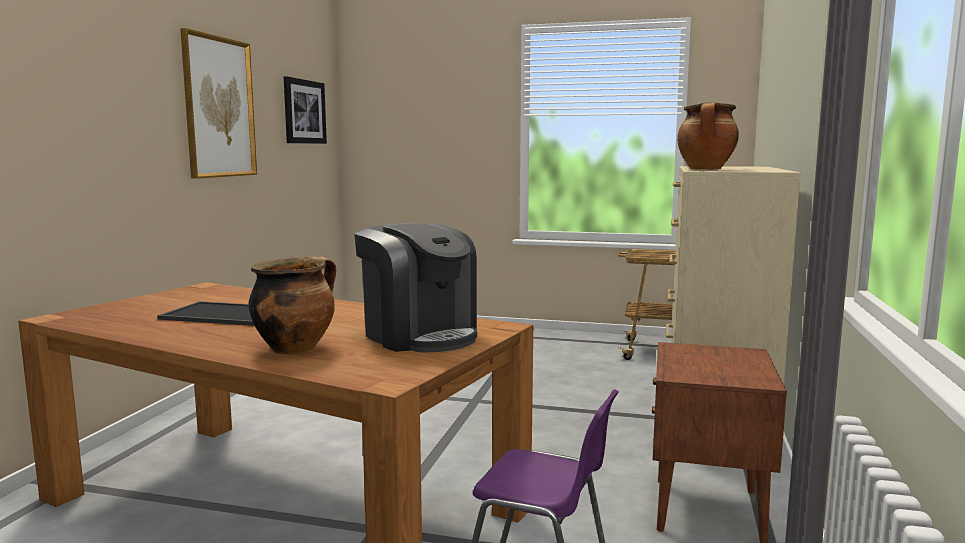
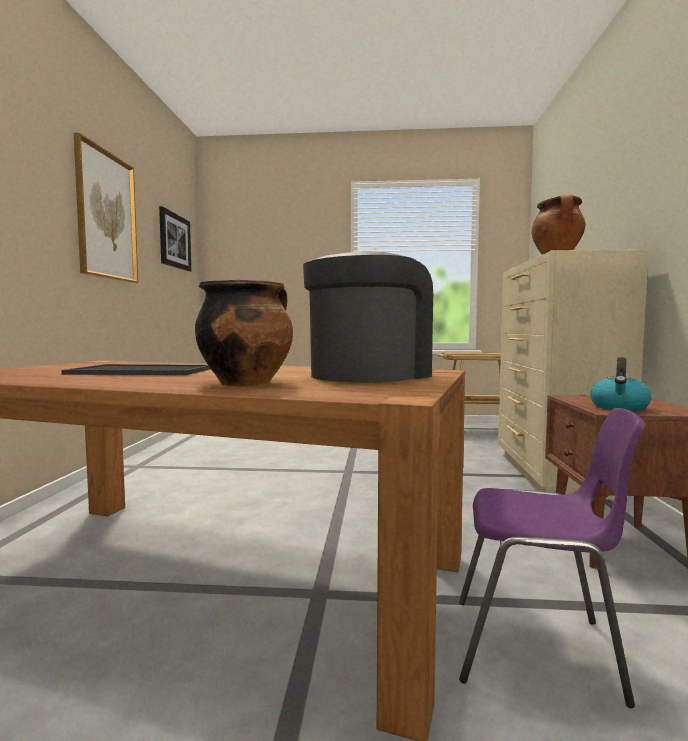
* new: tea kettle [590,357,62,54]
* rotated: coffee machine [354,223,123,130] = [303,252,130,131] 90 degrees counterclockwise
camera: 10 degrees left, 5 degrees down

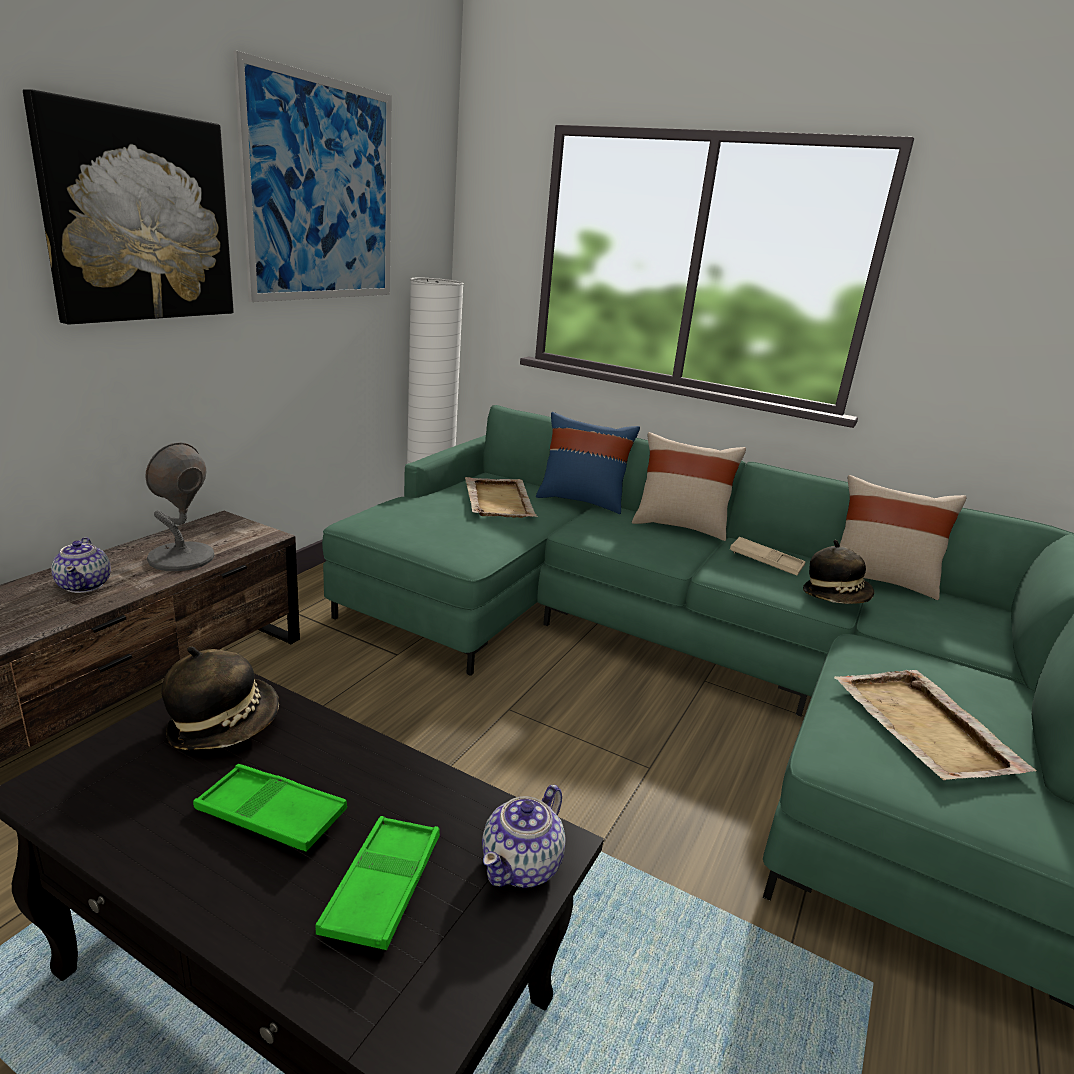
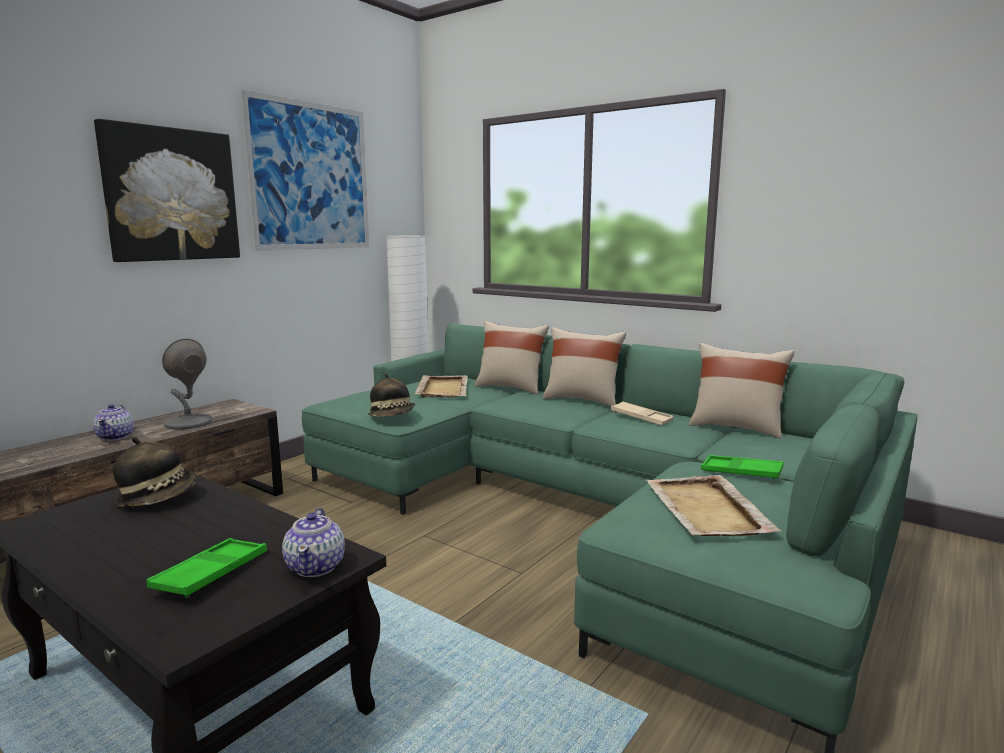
* shifted: greenish tray [193,764,154,88] to [701,455,83,24]
* shifted: clothing hat [803,540,71,64] to [368,373,47,44]
* repainted: blue throw pillow [536,412,104,102] to sand-coloured throw pillow [475,321,74,73]
* rotated: tea pot [482,785,84,103] = [282,508,63,69] 45 degrees counterclockwise
camera: 10 degrees right, 10 degrees down

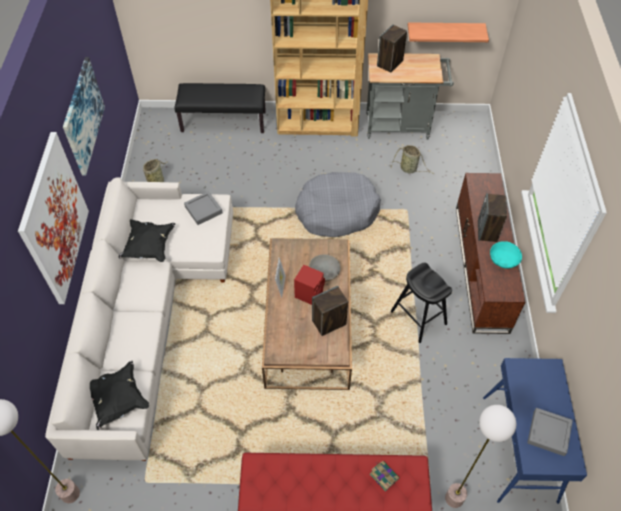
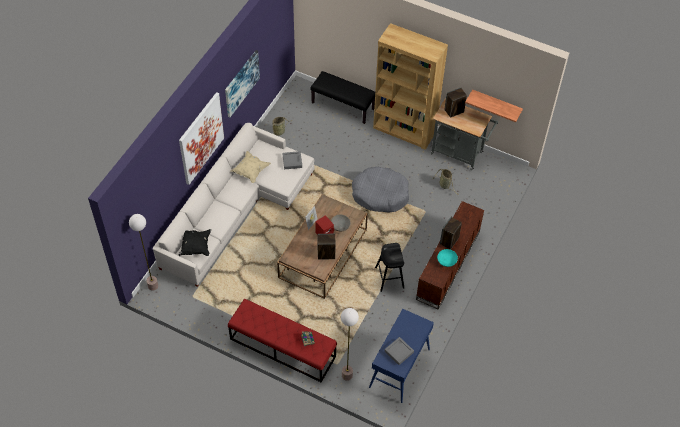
* repainted: blackish throw pillow [118,219,58,43] to sand-coloured throw pillow [230,151,41,32]
camera: 25 degrees right, 0 degrees up

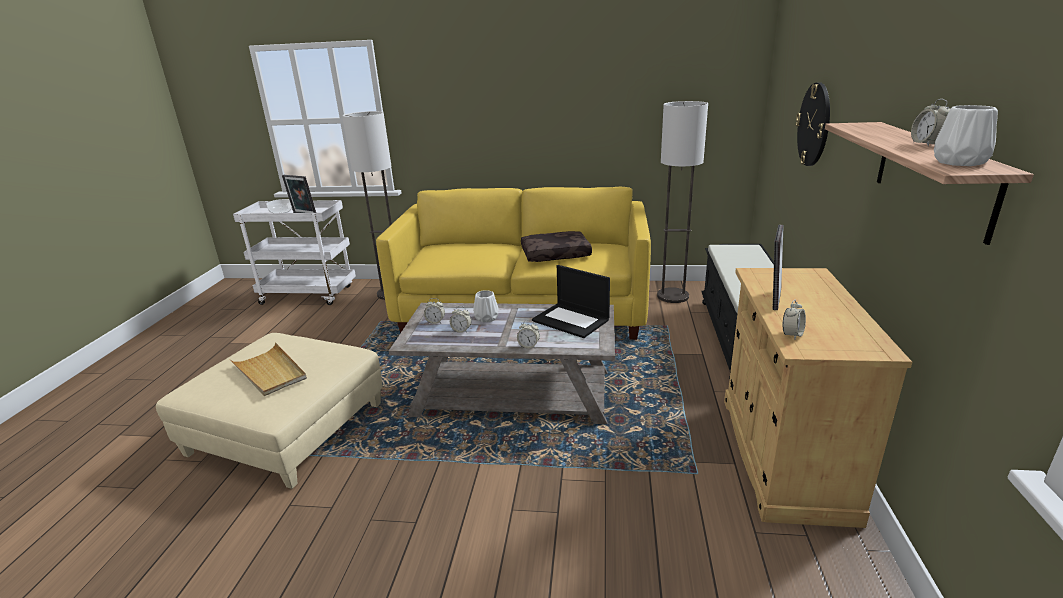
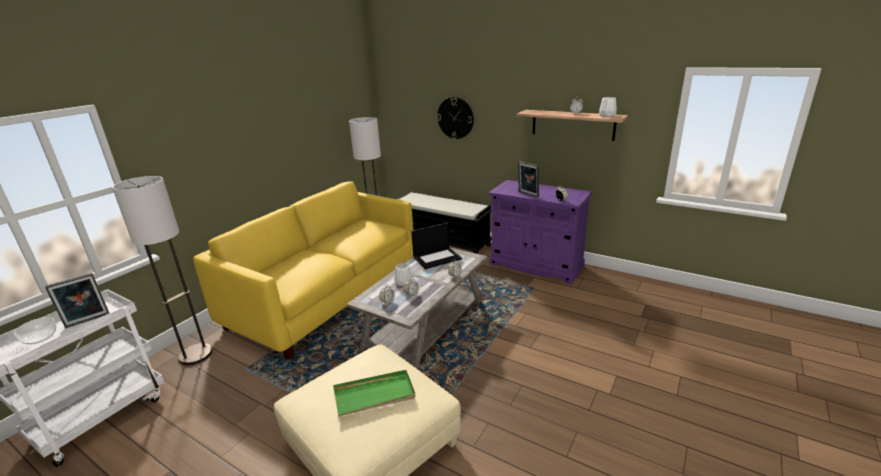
* gone: brown throw pillow [521,231,71,31]
* repainted: sand-coloured tray [229,342,78,54] to greenish tray [333,370,83,47]
* repainted: sand-coloured cupboard [724,268,188,260] to purplish cupboard [488,180,104,104]
camera: 65 degrees left, 0 degrees up

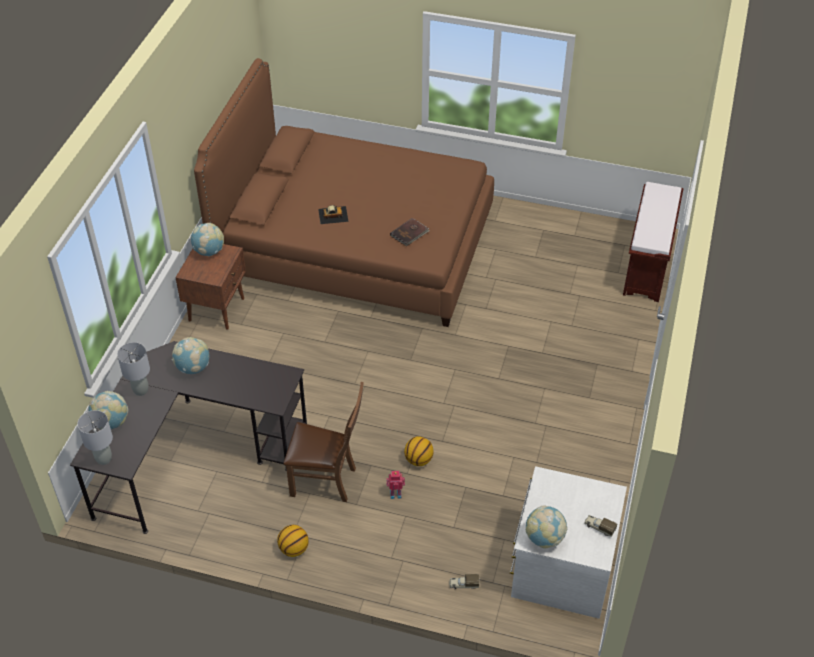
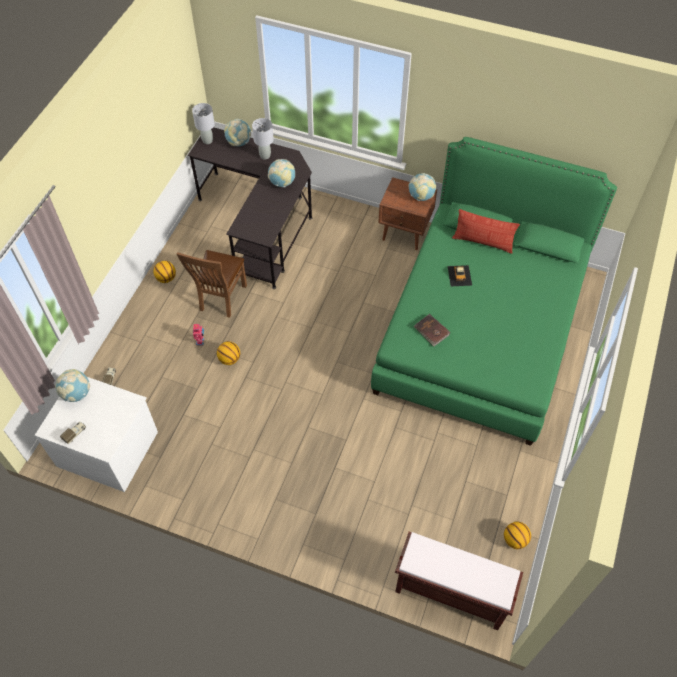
* new: throw pillow [452,209,68,45]
* new: basketball ball [504,522,27,27]
* repainted: brown bed [194,58,300,269] to greenish bed [371,137,246,309]
camera: 95 degrees right, 10 degrees up

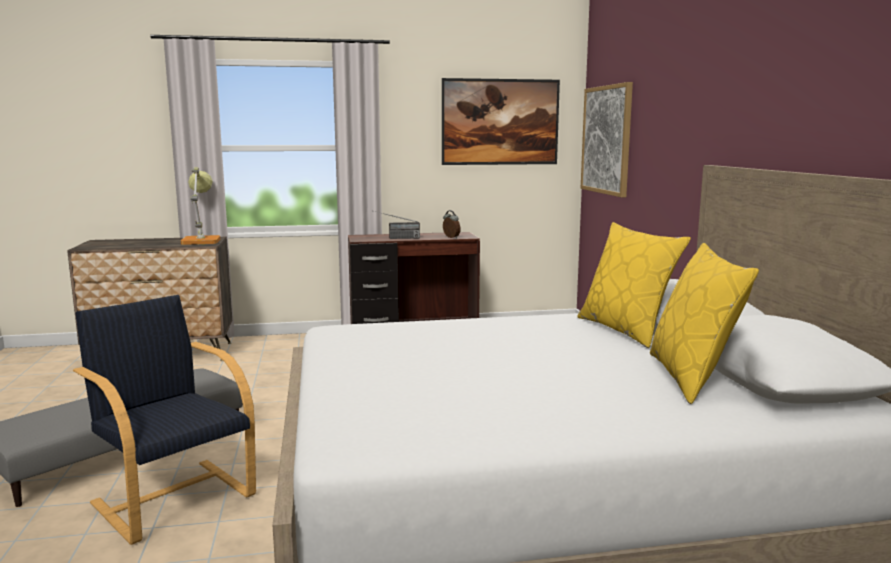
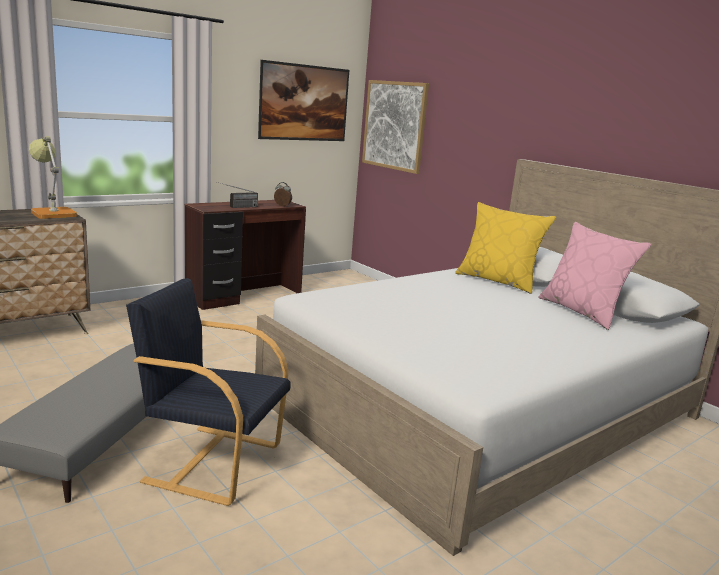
* repainted: yellow-coloured throw pillow [650,243,109,161] to pink throw pillow [539,222,112,108]
camera: 30 degrees left, 5 degrees up

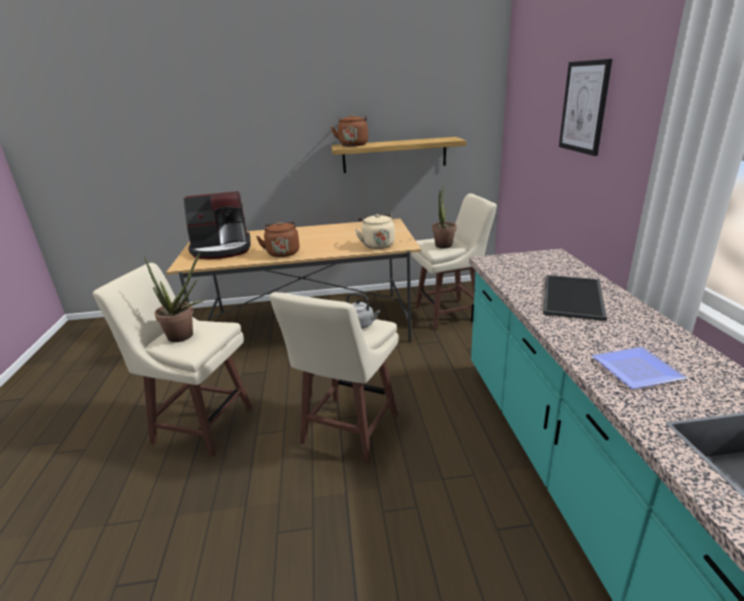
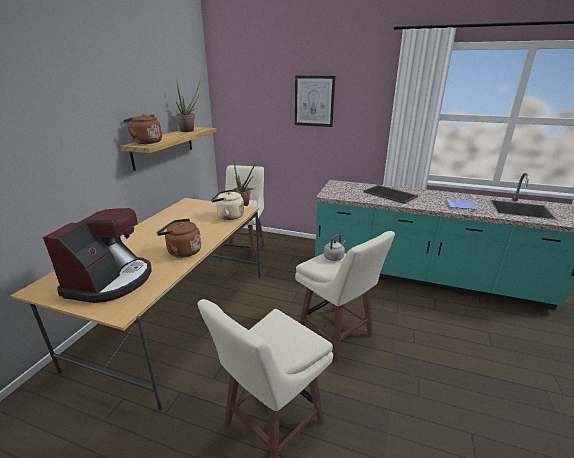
* shifted: houseplant [144,252,59,90] to [175,80,25,52]
camera: 65 degrees left, 0 degrees up

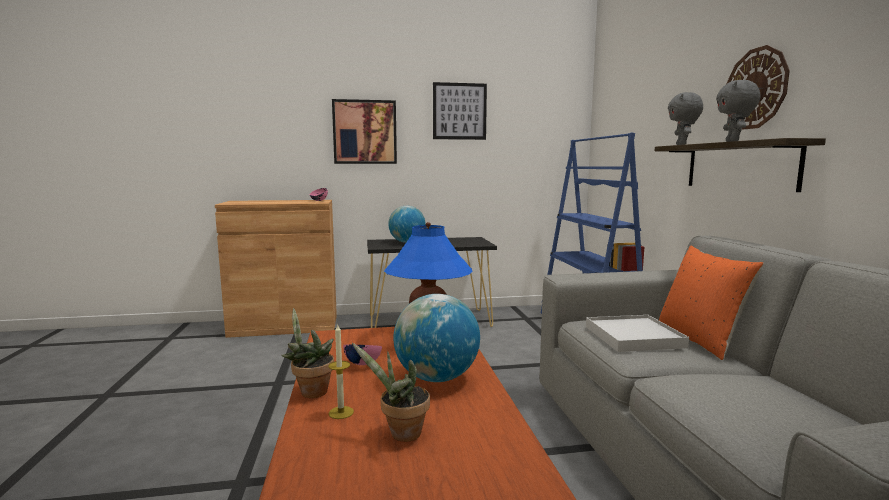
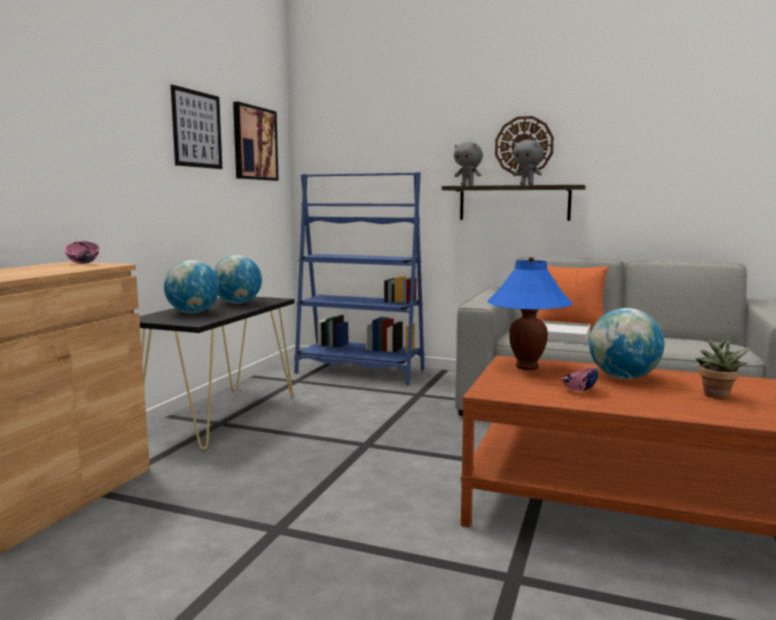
* gone: houseplant [281,308,53,90]
* gone: wax candle [328,325,26,94]
* new: globe [214,255,48,49]
* shifted: wall picture [332,99,65,65] to [233,101,46,80]
camera: 60 degrees left, 0 degrees up

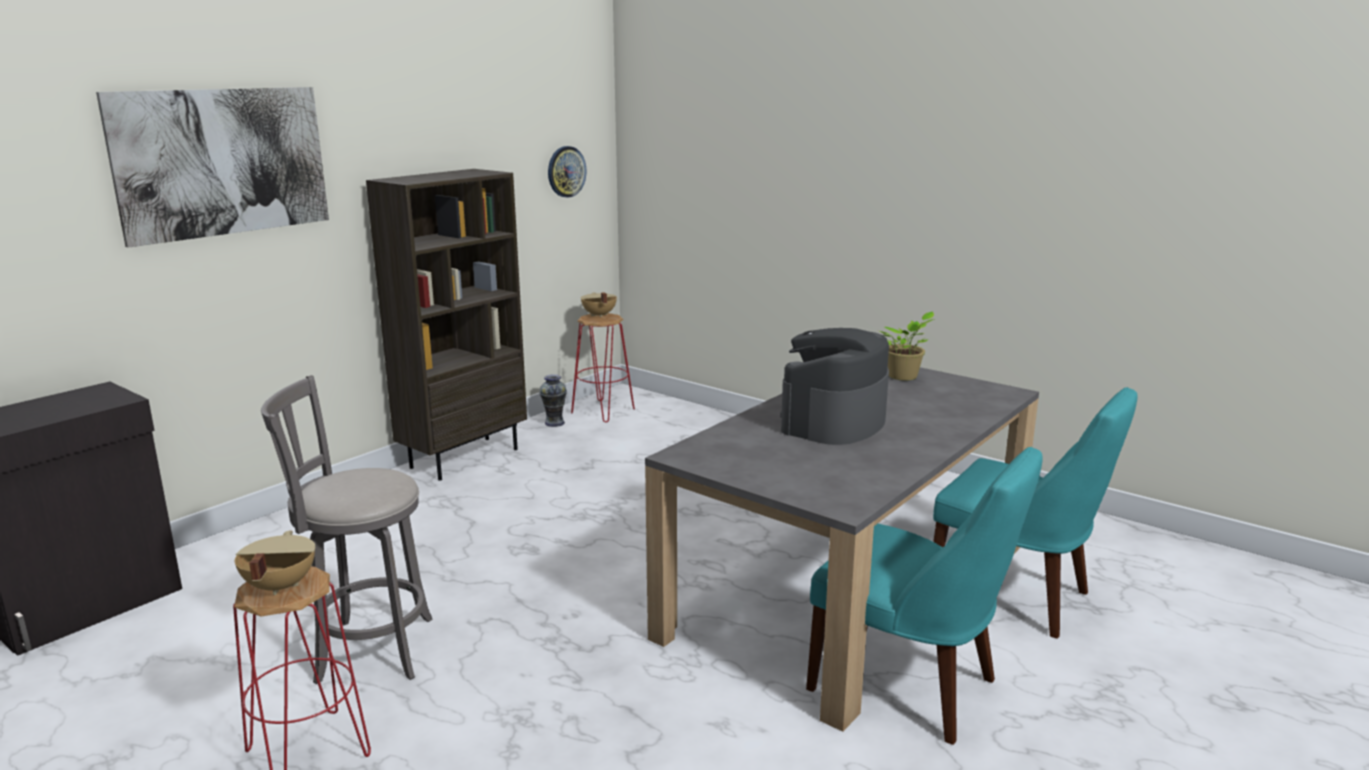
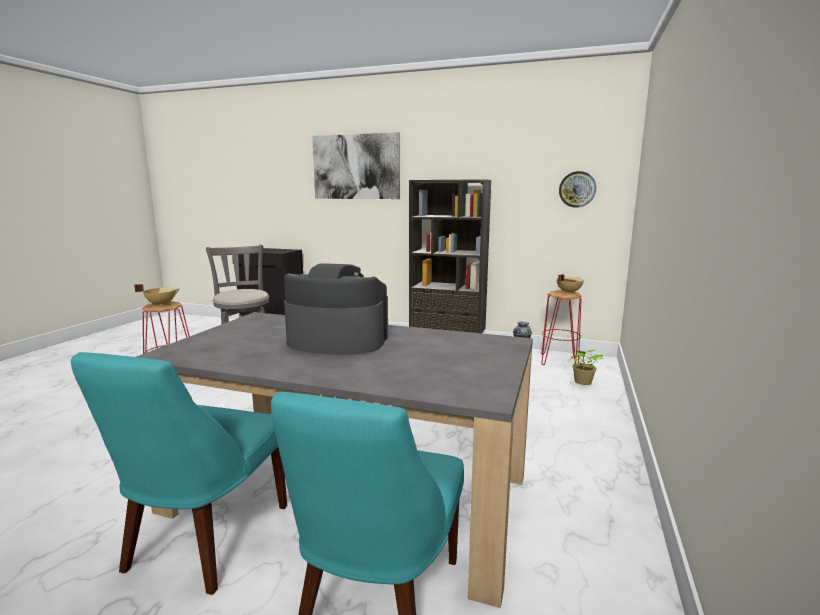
* shifted: houseplant [879,312,56,69] to [571,350,33,35]
camera: 70 degrees right, 5 degrees down

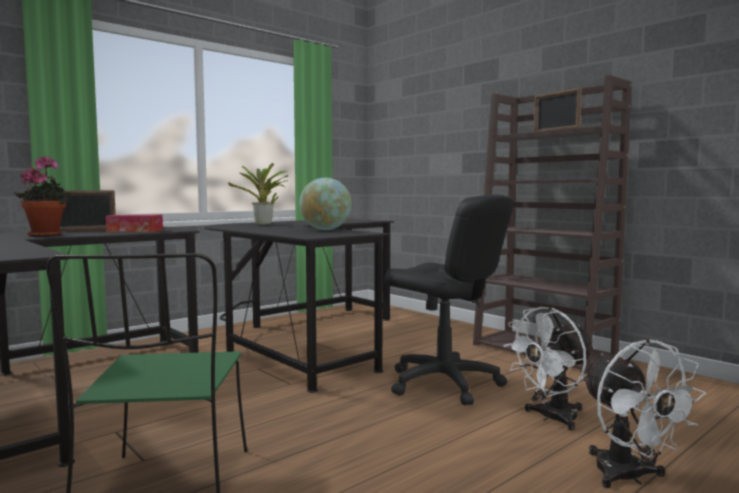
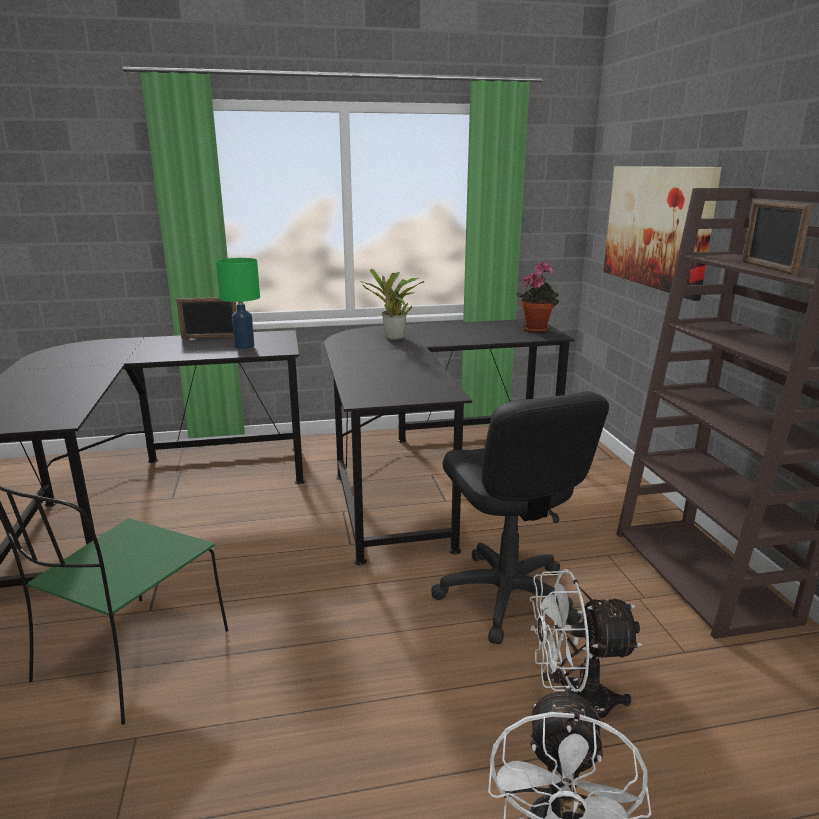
* gone: globe [299,178,53,52]
* new: wall picture [603,166,119,135]
* shifted: houseplant [14,156,57,81] to [516,261,43,72]
* swapped: box of tissues [106,215,57,17] to greenish tabletop lamp [216,258,44,91]
camera: 30 degrees right, 15 degrees up

